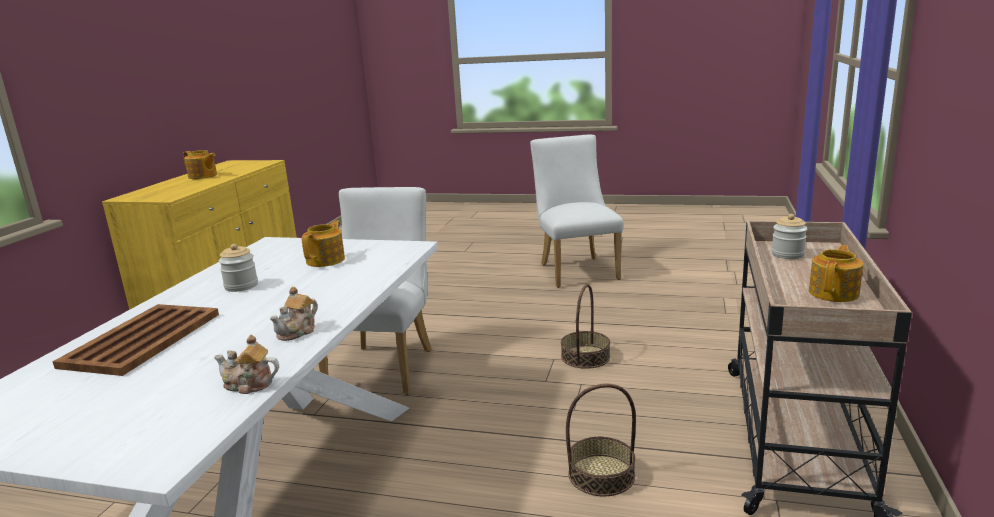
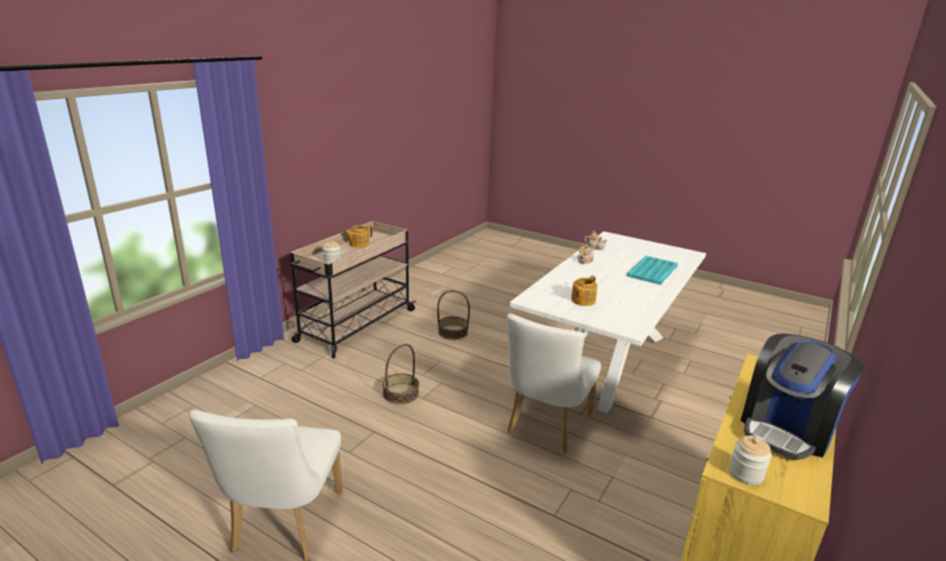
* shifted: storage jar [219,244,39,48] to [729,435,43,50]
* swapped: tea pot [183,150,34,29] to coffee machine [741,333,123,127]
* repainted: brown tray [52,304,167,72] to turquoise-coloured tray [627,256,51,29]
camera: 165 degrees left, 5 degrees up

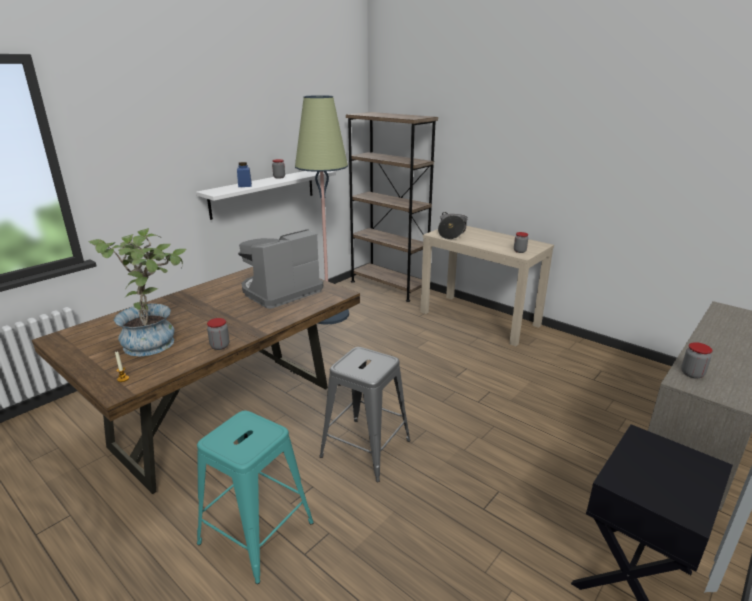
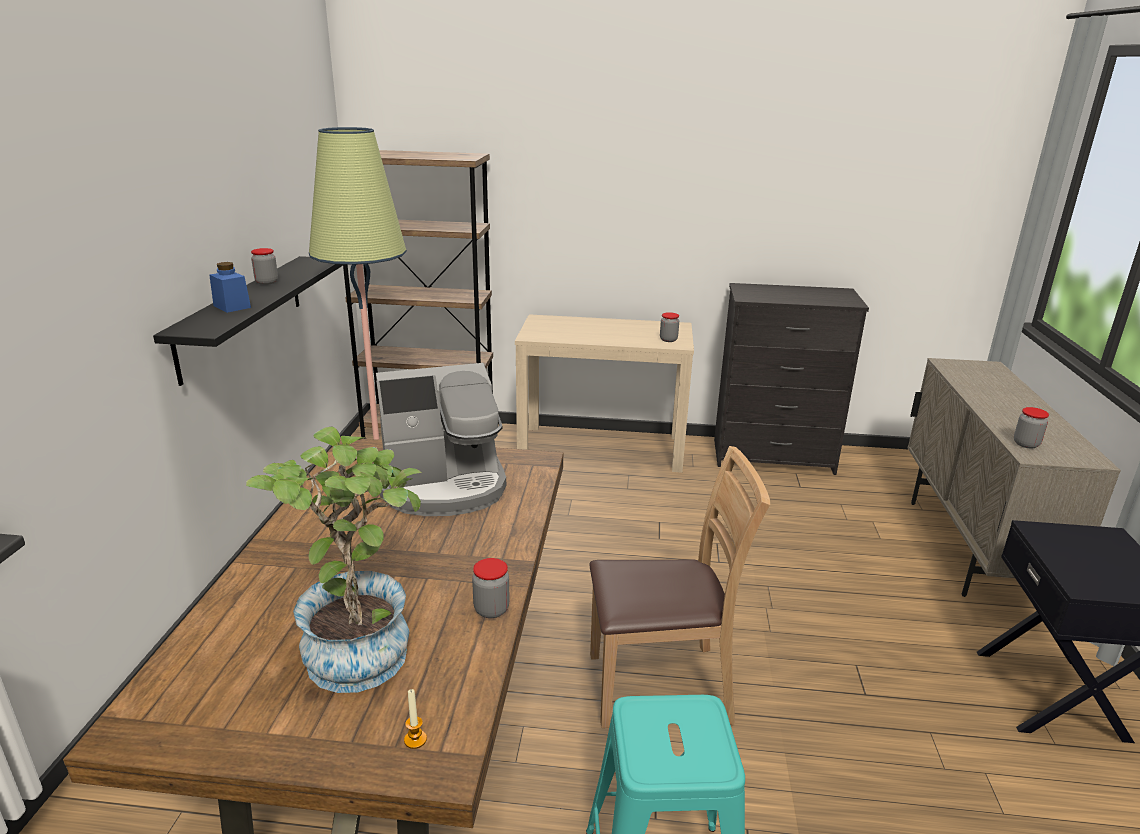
* gone: stockpot [438,212,30,27]
* new: blackish drawer chest [714,283,155,192]
* swapped: greyish sitting stool [319,347,91,135] to brown plain chair [589,446,181,282]
* repainted: whitish wall shelf [196,171,140,49] to blackish wall shelf [153,256,192,130]
* rotated: coffee machine [238,229,85,79] = [376,363,130,153] 120 degrees counterclockwise
camera: 35 degrees left, 0 degrees up

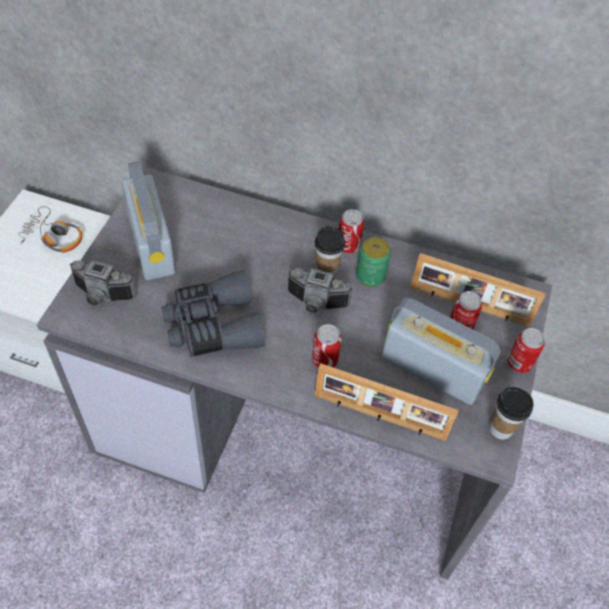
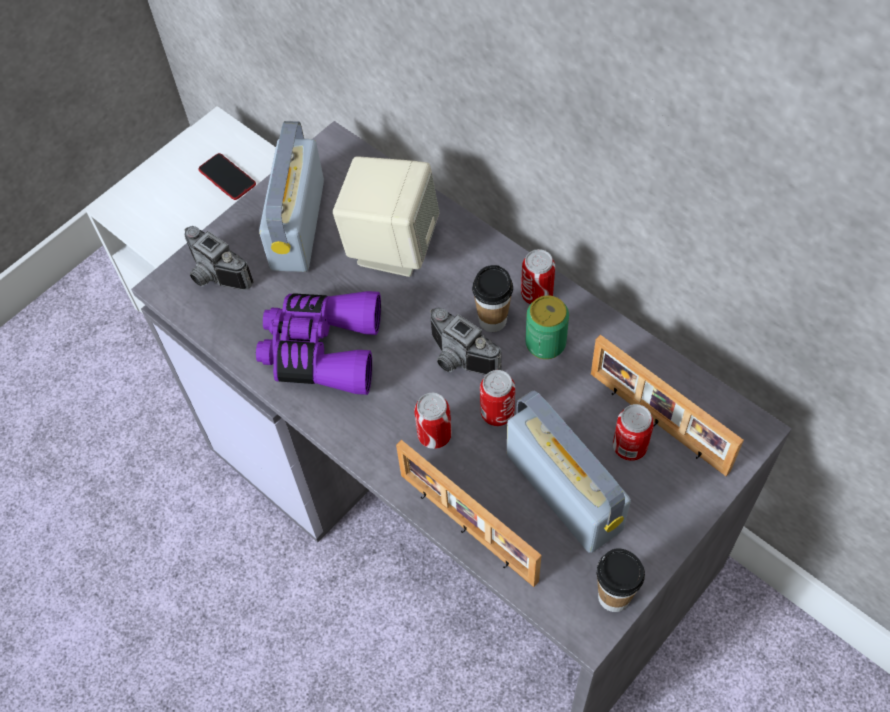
* new: sand-coloured audio speaker [333,156,106,121]
* shifted: sealed can [507,328,38,45] to [480,370,35,56]
* swapped: headset [18,206,64,47] to telephone [198,153,58,47]
* repainted: greyish pair of binoculars [161,270,104,87] to purplish pair of binoculars [256,291,125,104]
camera: 30 degrees right, 5 degrees up

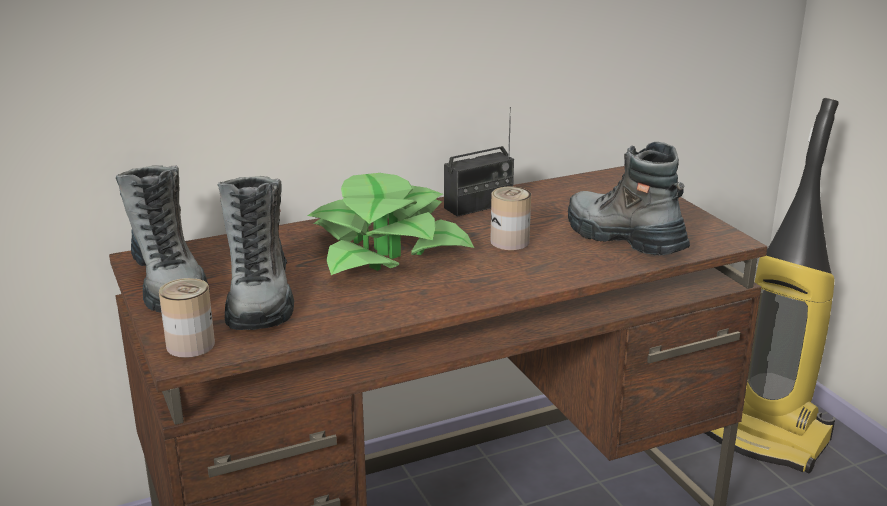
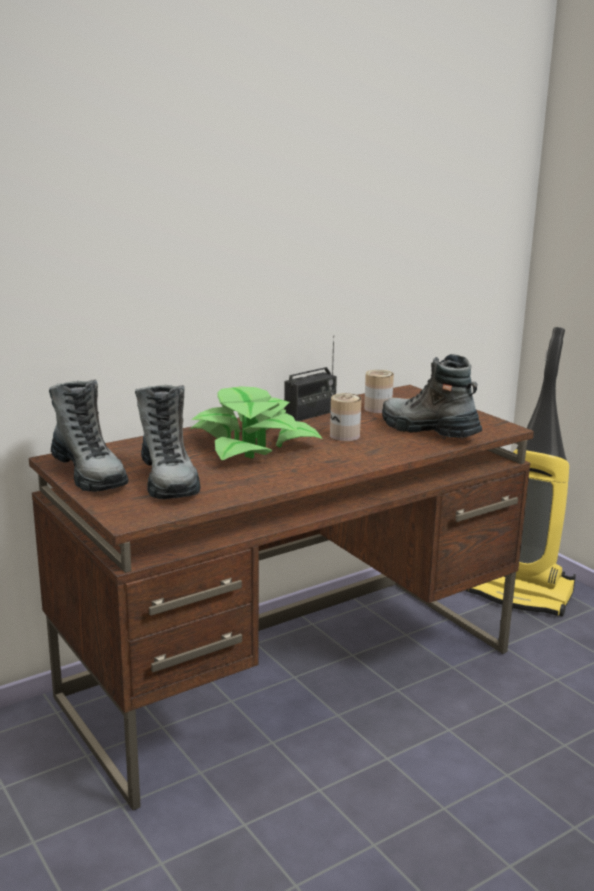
* shifted: sealed can [159,278,56,80] to [364,370,30,43]
camera: 10 degrees left, 5 degrees down

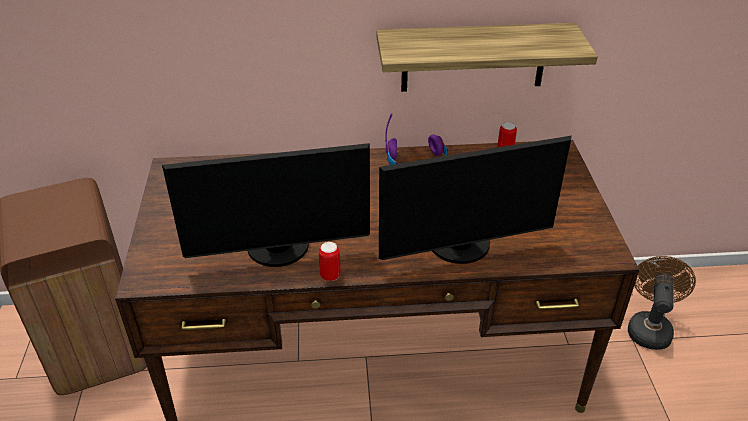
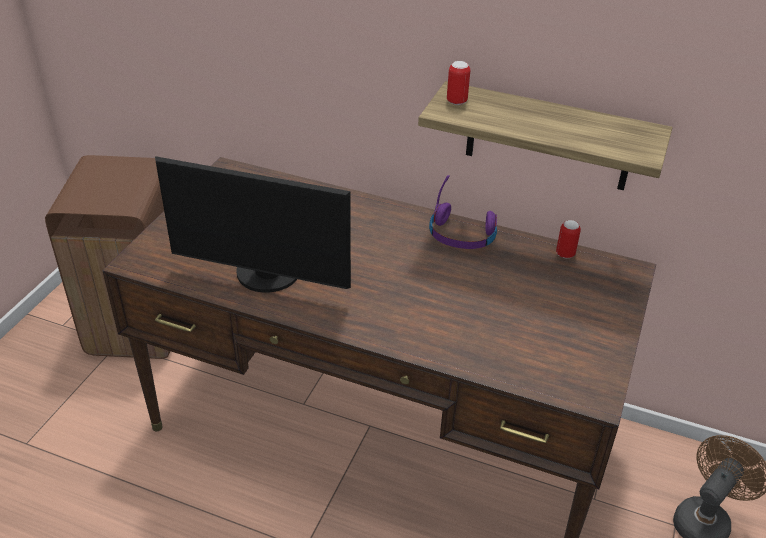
* gone: computer display [379,135,193,129]
* shifted: sealed can [319,242,22,39] to [447,61,23,44]
camera: 25 degrees right, 0 degrees up

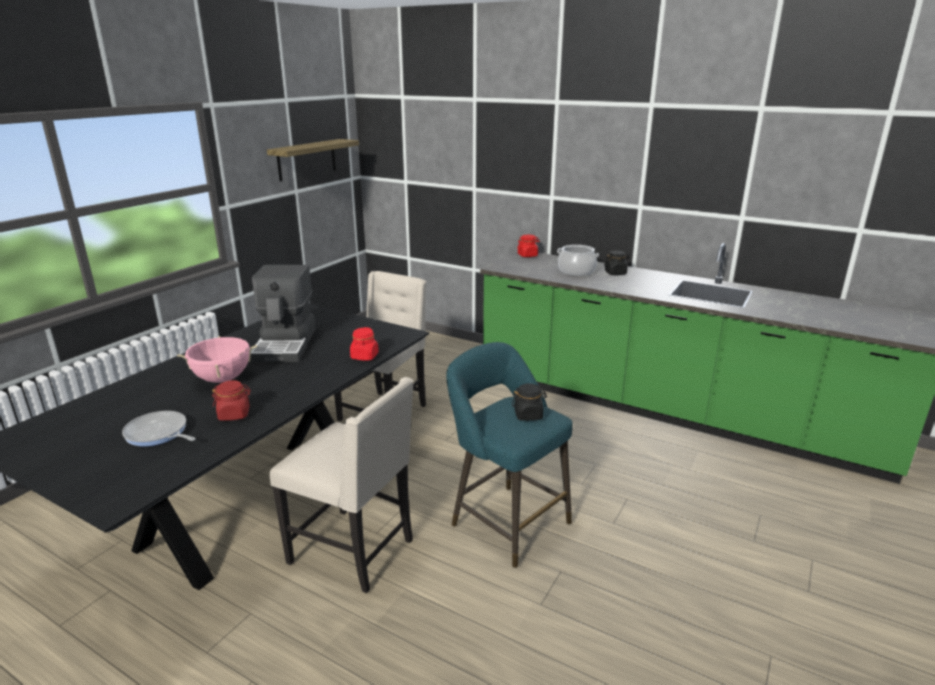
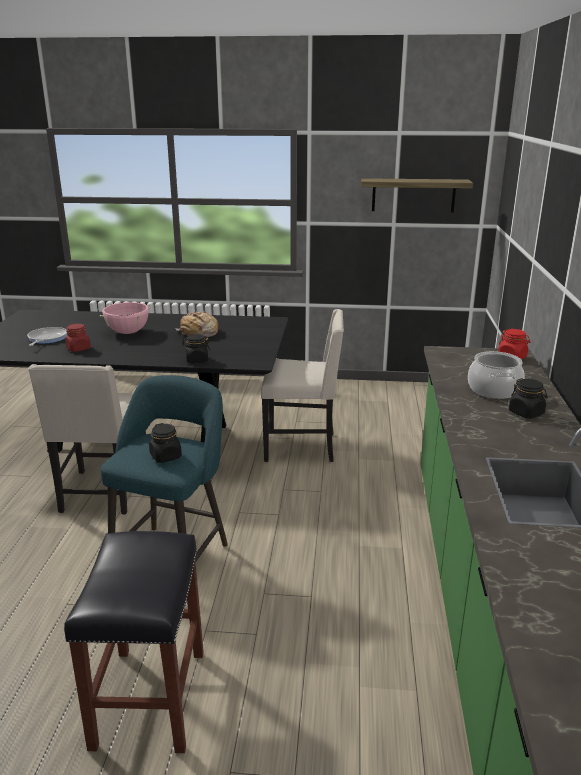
* new: blackish sitting stool [64,531,140,222]
* swapped: coffee machine [250,265,66,97] to bakery bread [175,311,43,26]
* repainted: red-coloured storage jar [350,327,29,34] to blackish storage jar [182,334,28,29]
camera: 65 degrees right, 0 degrees up

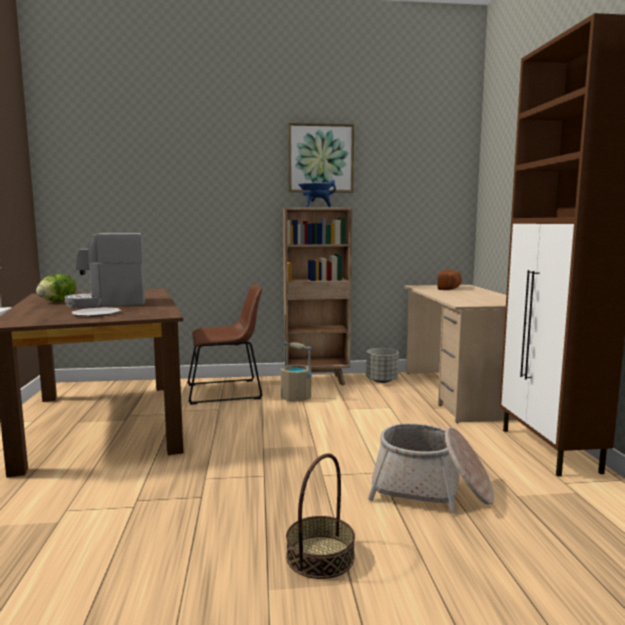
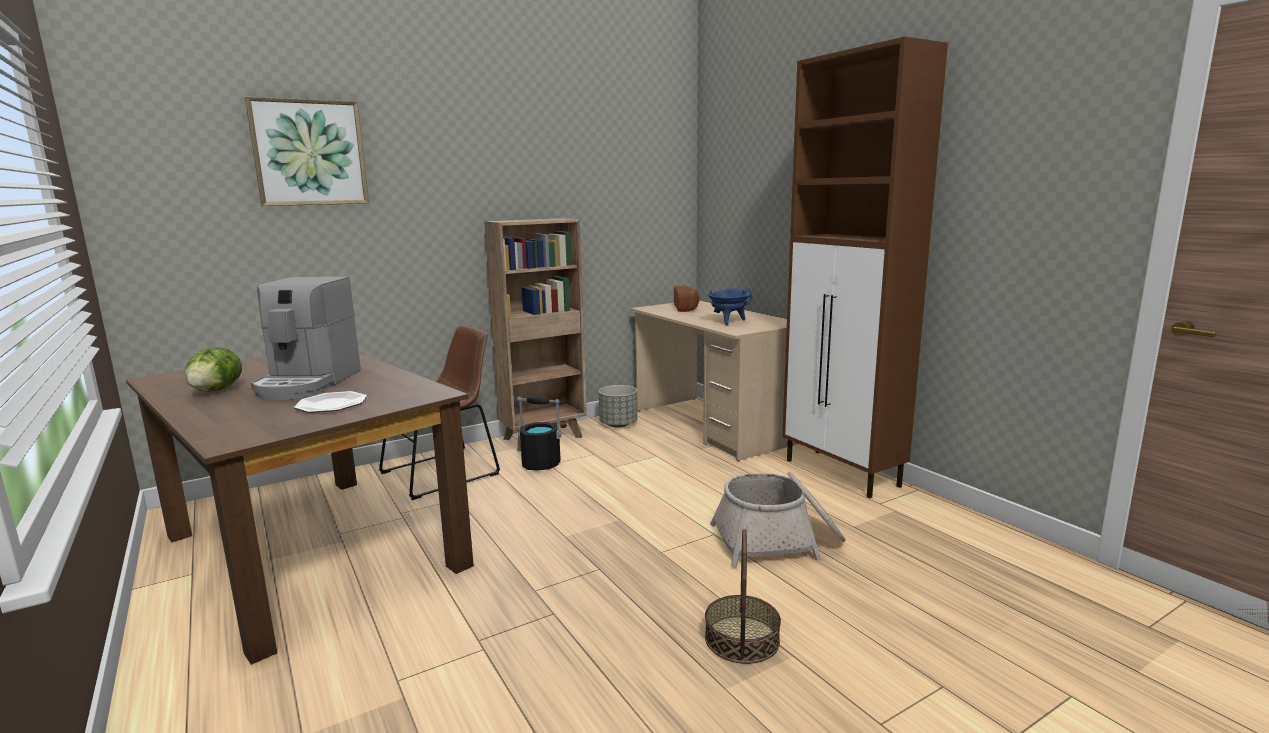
* shifted: wall picture [288,123,67,70] to [245,96,124,110]
* shifted: blue stockpot [298,180,38,27] to [707,287,45,38]
* repainted: sand-coloured water bucket [281,342,31,60] to blackish water bucket [517,396,45,75]
* rotated: coffee machine [65,233,80,75] = [251,277,110,123] 45 degrees counterclockwise
camera: 25 degrees left, 5 degrees up

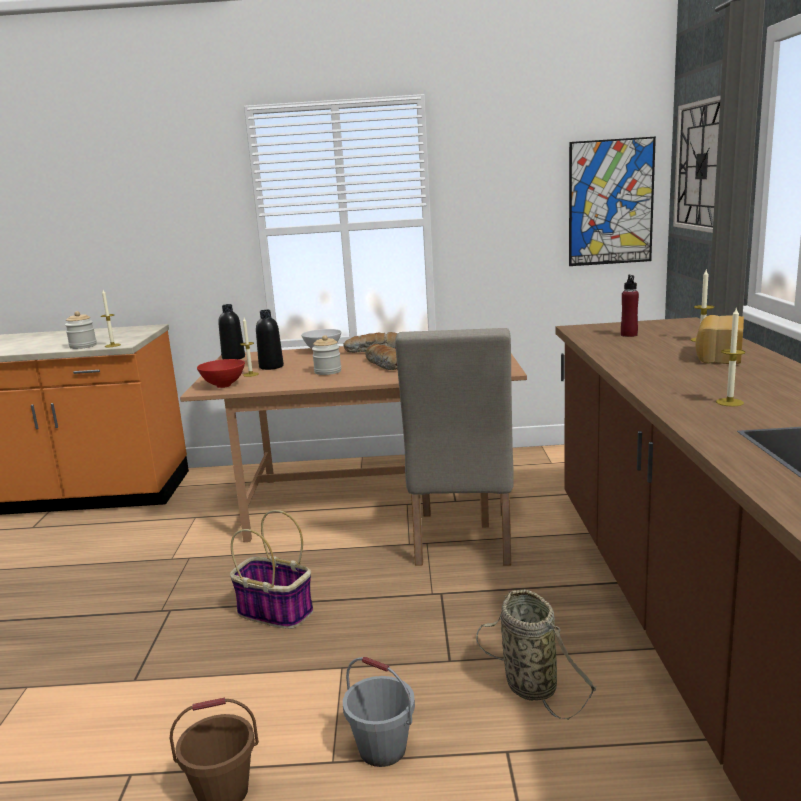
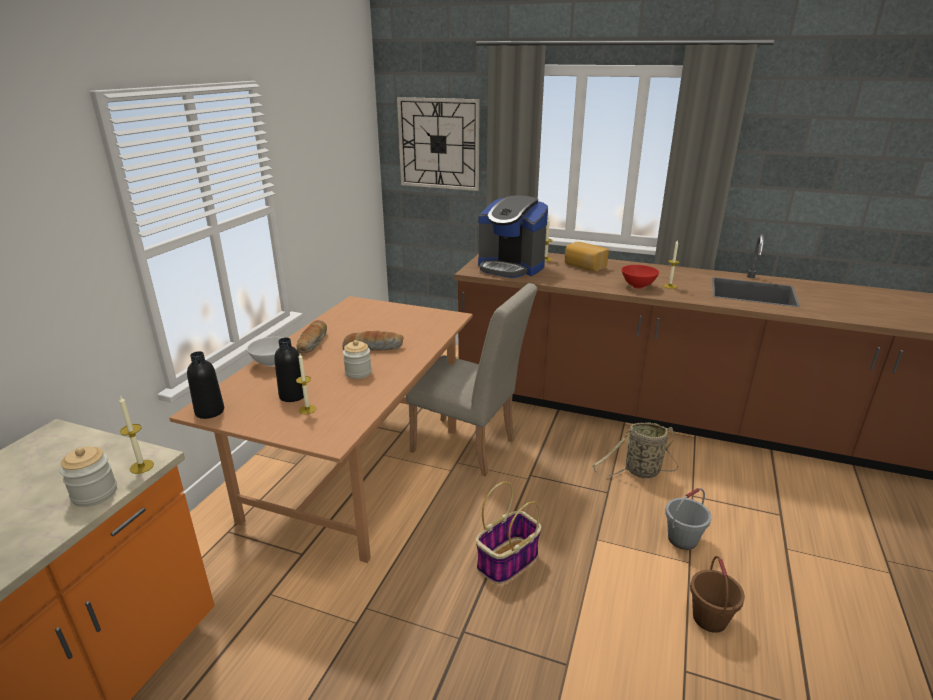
* gone: wall picture [569,137,87,129]
* shifted: red-coloured deep dish [197,359,48,29] to [621,265,38,24]
* swapped: red-coloured bottle [621,274,18,63] to coffee machine [478,195,70,83]
camera: 70 degrees left, 10 degrees up

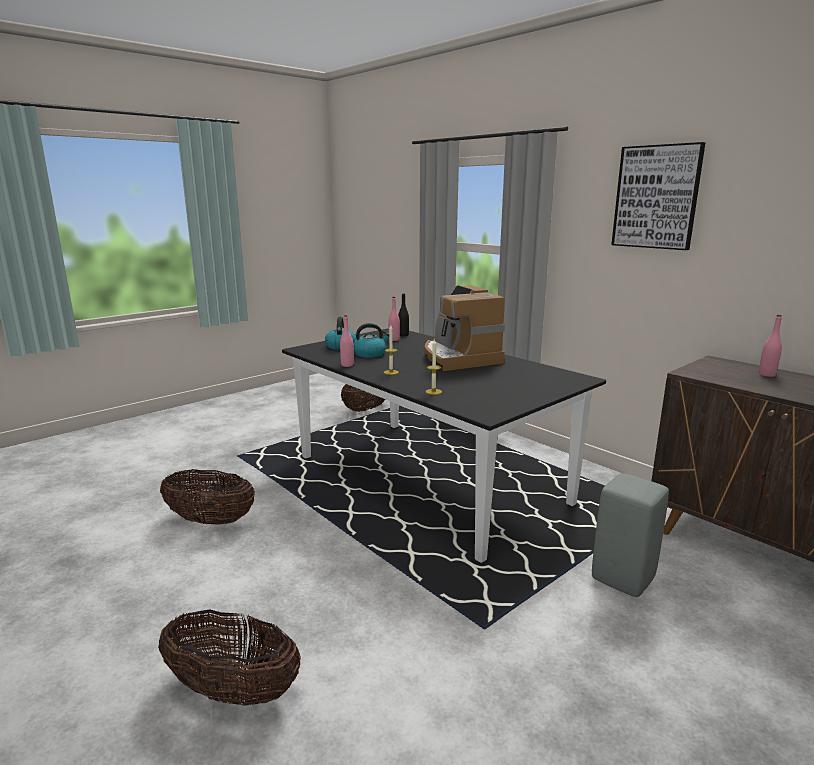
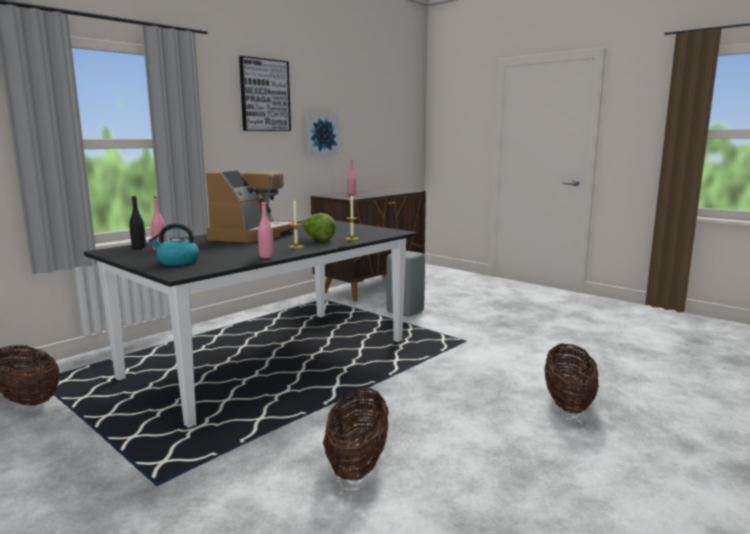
* gone: tea kettle [353,323,36,35]
* new: lettuce head [303,213,33,28]
* new: wall picture [306,113,33,42]
* rotated: coffee machine [425,285,80,86] = [206,170,93,73] 45 degrees counterclockwise
camera: 95 degrees left, 5 degrees down

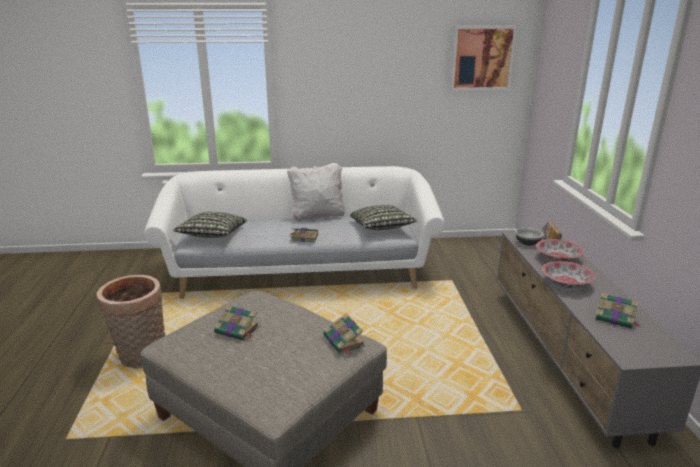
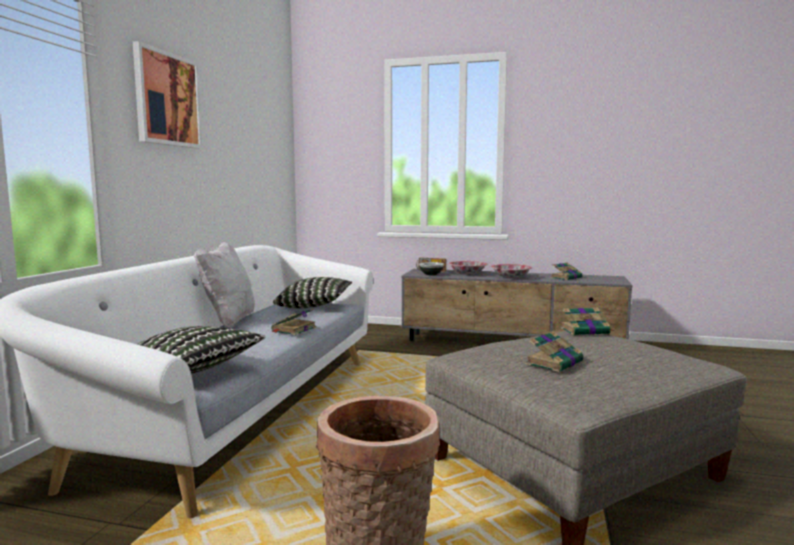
* shifted: wall picture [450,26,67,65] to [133,41,69,108]
camera: 70 degrees left, 15 degrees down

